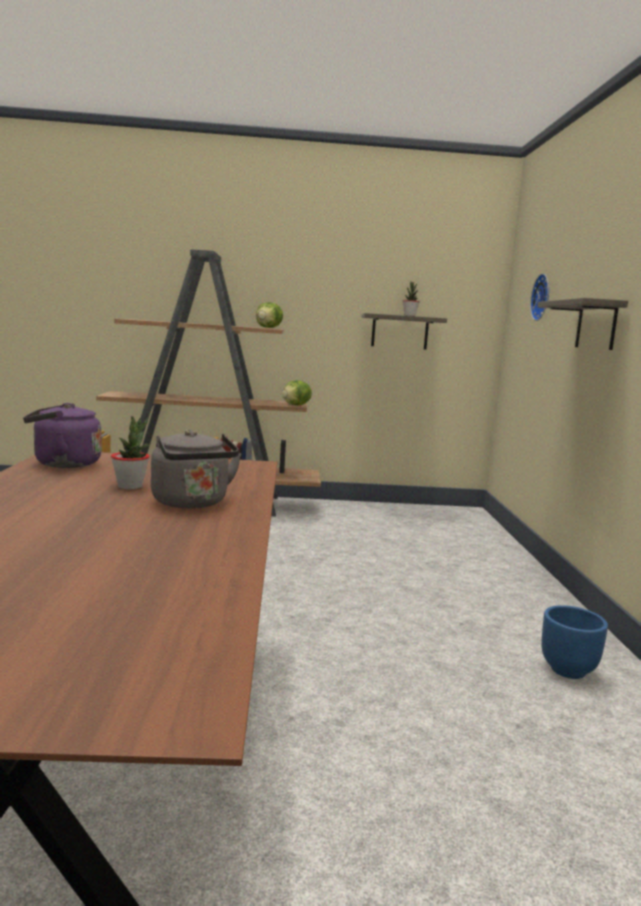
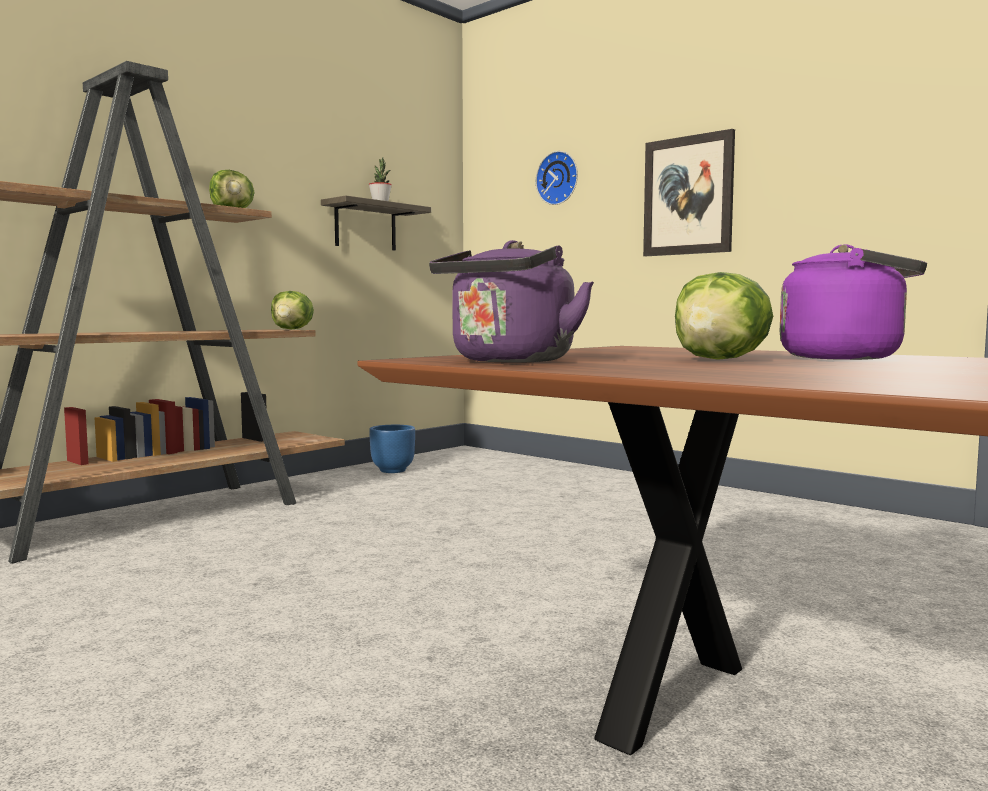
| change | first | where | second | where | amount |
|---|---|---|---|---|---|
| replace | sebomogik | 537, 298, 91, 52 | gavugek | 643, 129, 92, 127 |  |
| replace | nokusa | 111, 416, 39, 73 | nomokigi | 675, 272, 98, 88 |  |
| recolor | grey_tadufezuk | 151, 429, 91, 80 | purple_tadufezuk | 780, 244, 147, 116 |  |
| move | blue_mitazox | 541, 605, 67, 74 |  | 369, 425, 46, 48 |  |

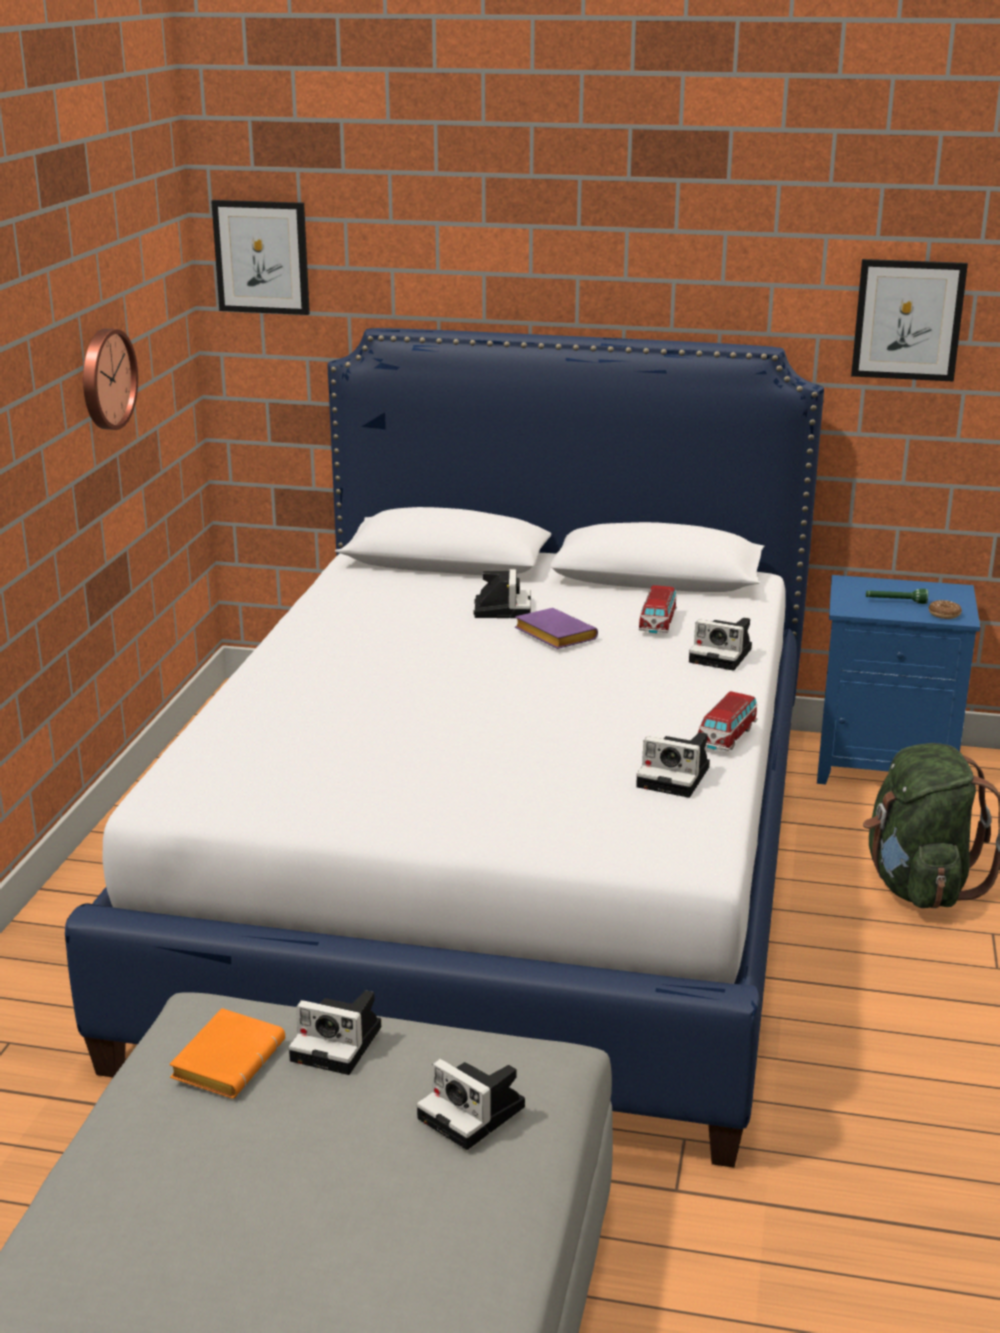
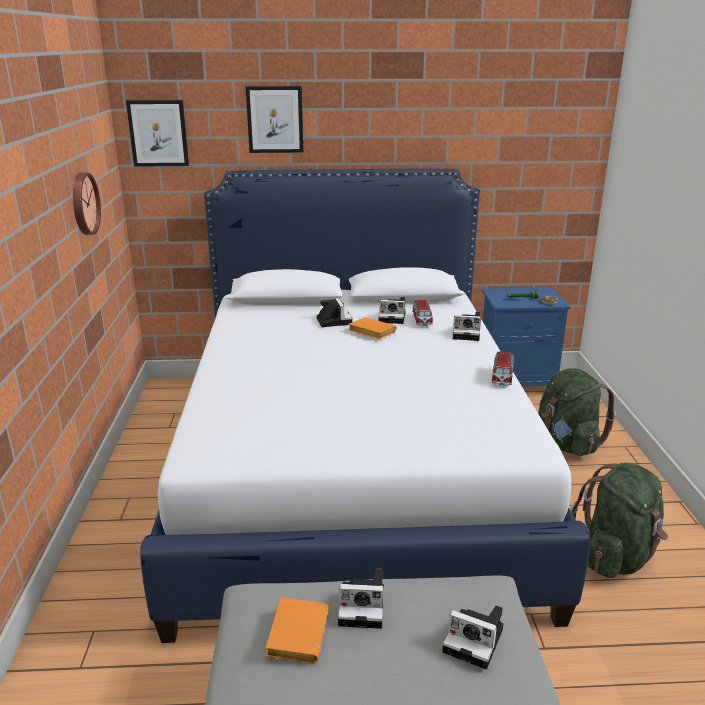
| change | first | where | second | where | amount |
|---|---|---|---|---|---|
| move | gavugek | 851, 259, 117, 123 |  | 246, 86, 57, 67 |  |
| recolor | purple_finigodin | 515, 608, 83, 41 | orange_finigodin | 349, 317, 47, 22 |  |
| move | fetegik | 636, 732, 74, 66 |  | 378, 297, 28, 27 |  |
| insert |  |  | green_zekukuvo | 570, 462, 98, 116 |  |

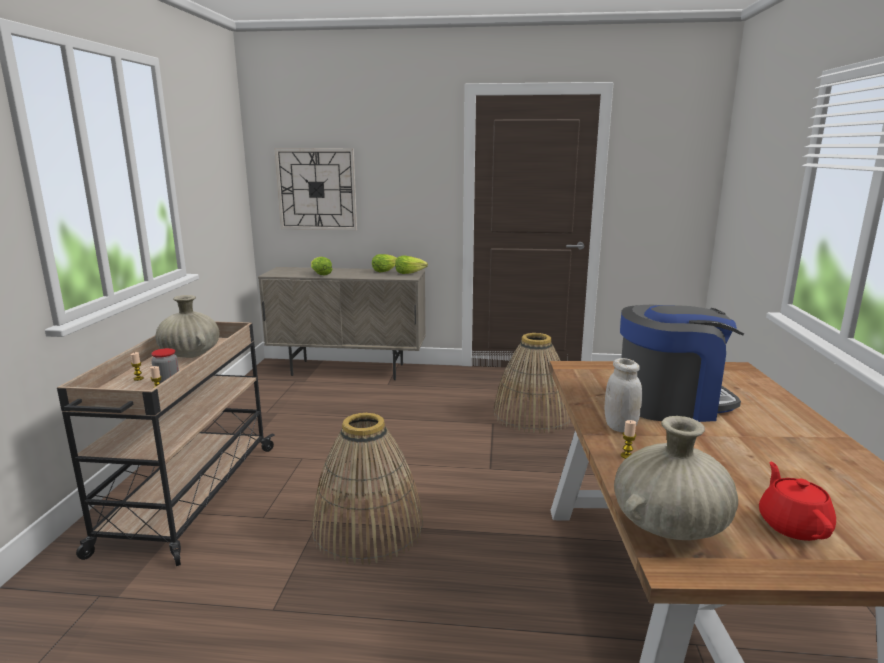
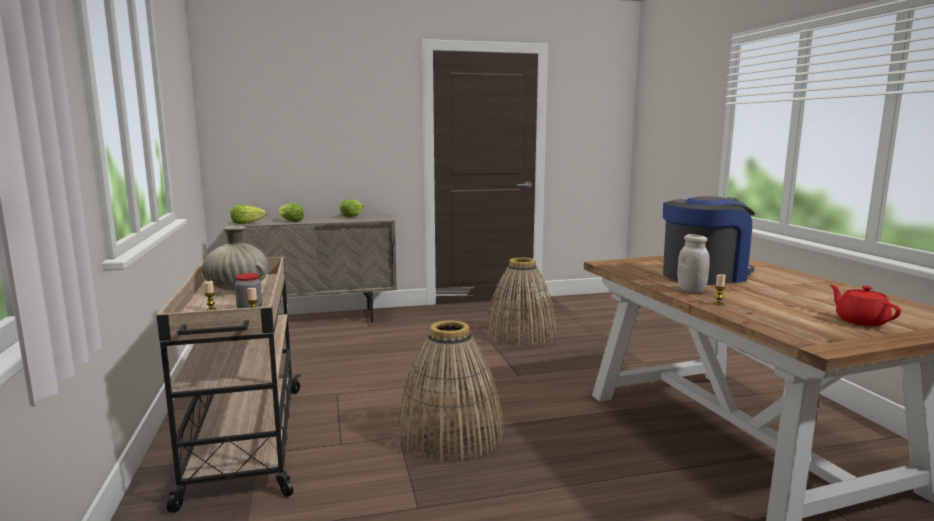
| change | first | where | second | where | amount |
|---|---|---|---|---|---|
| delete | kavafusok | 275, 149, 82, 81 |  |  |  |
| move | nomokigi | 395, 256, 33, 18 |  | 231, 205, 36, 19 |  |
| delete | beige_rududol | 614, 416, 124, 124 |  |  |  |

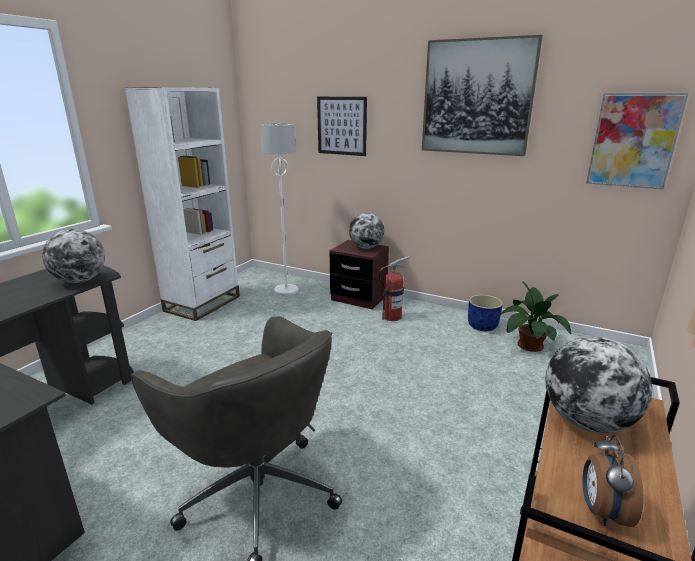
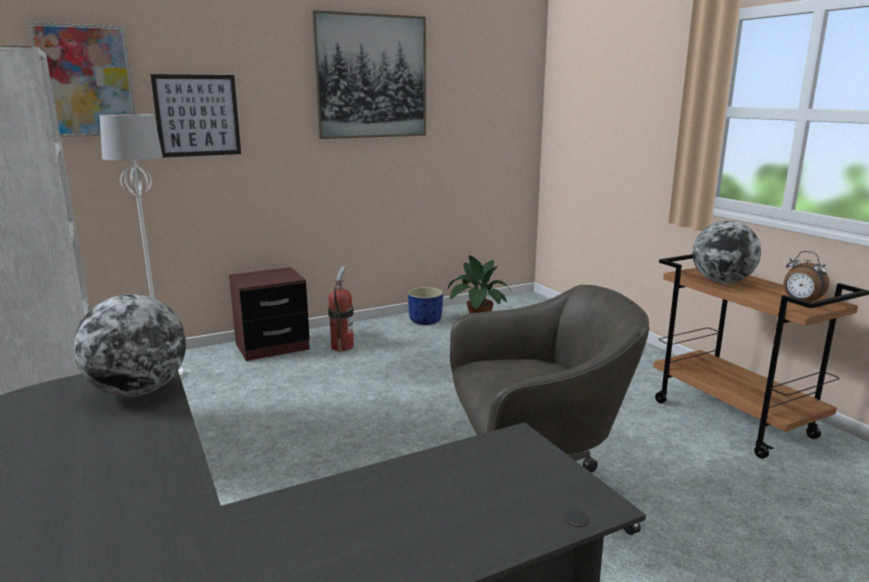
| change | first | where | second | where | amount |
|---|---|---|---|---|---|
| move | gavugek | 586, 93, 103, 96 |  | 27, 22, 108, 115 |  |
| delete | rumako | 349, 213, 35, 36 |  |  |  |

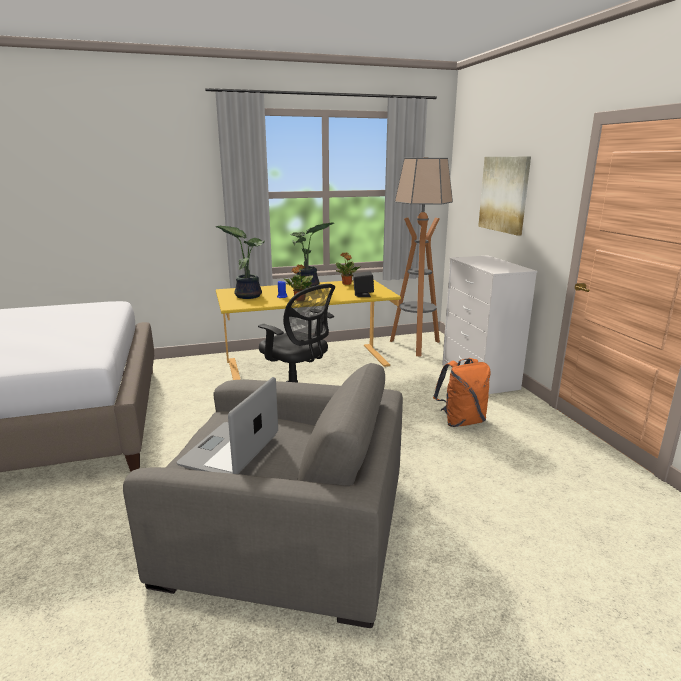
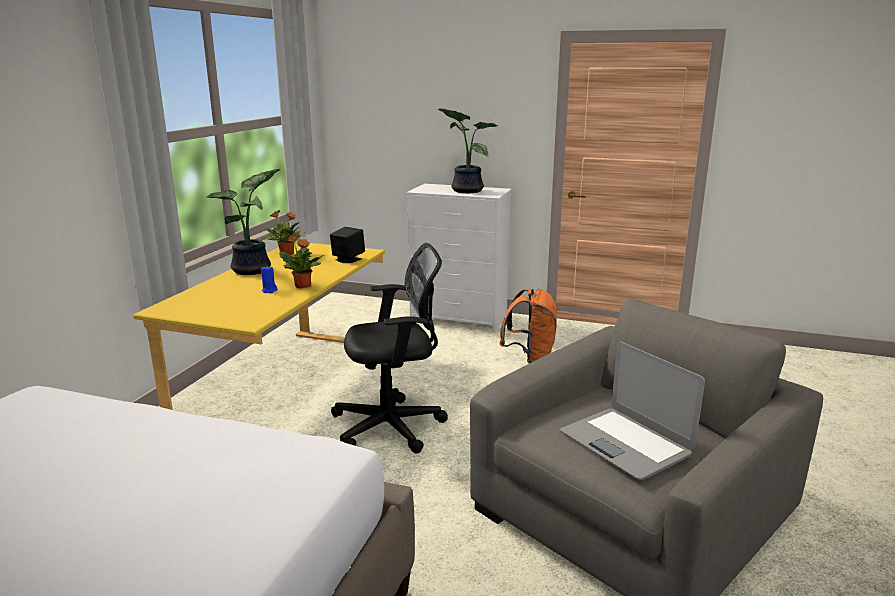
| change | first | where | second | where | amount |
|---|---|---|---|---|---|
| delete | gavugek | 478, 156, 53, 80 |  |  |  |
| delete | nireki | 390, 157, 63, 199 |  |  |  |
| move | nokusa | 216, 226, 49, 73 |  | 438, 108, 59, 85 |  |

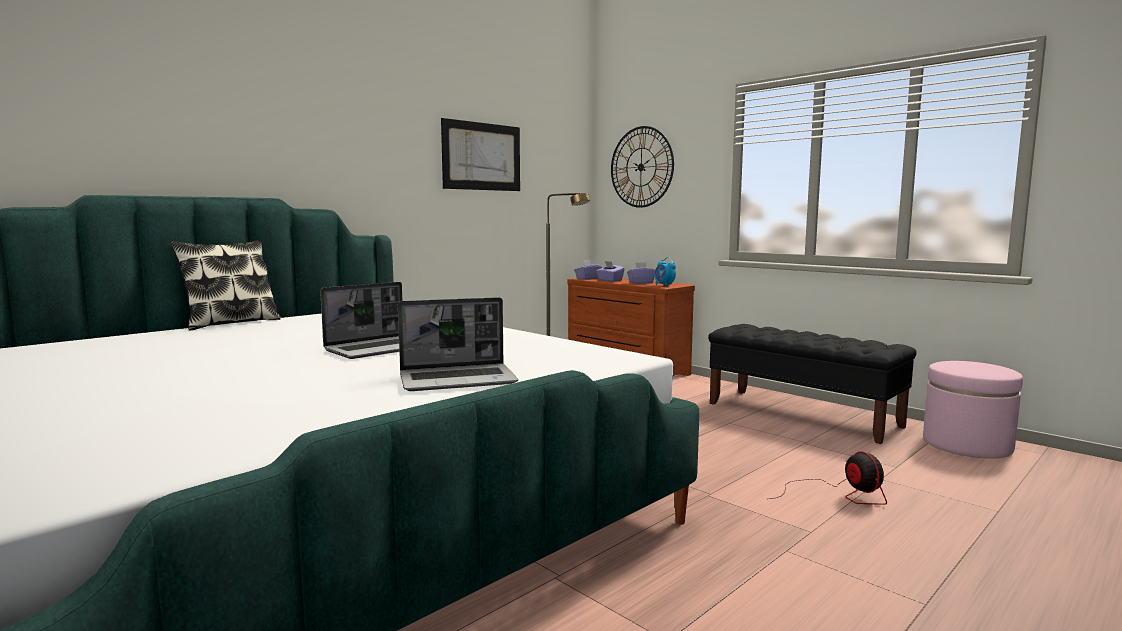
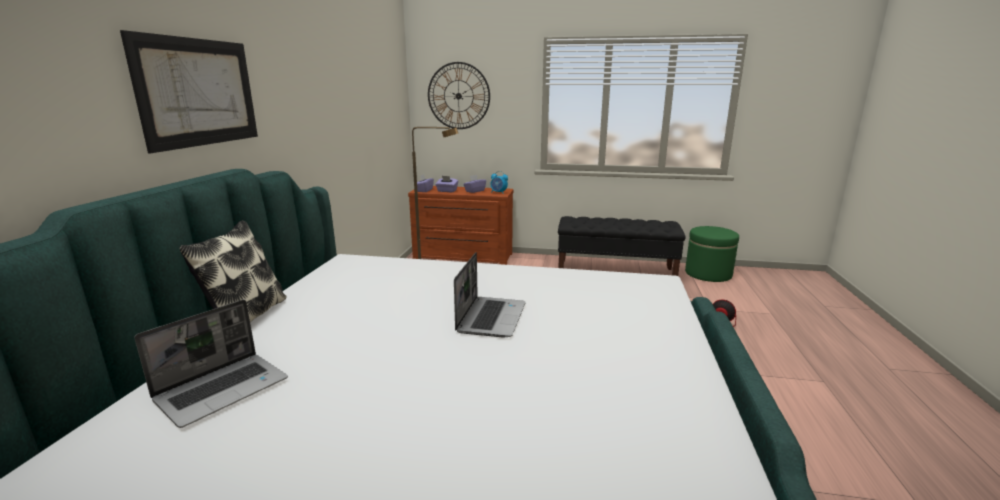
| change | first | where | second | where | amount |
|---|---|---|---|---|---|
| move | gavugek | 441, 118, 79, 73 |  | 120, 30, 138, 123 |  |
| move | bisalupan | 398, 297, 120, 94 |  | 134, 300, 154, 128 |  |
| recolor | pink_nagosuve | 923, 361, 100, 98 | green_nagosuve | 685, 226, 54, 56 |  |

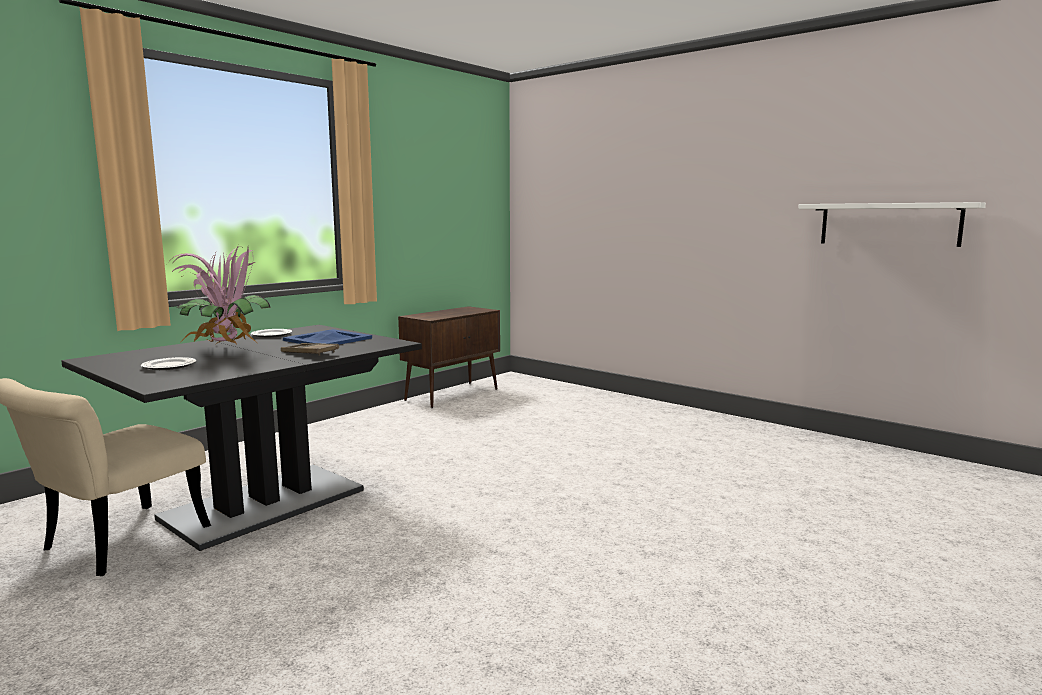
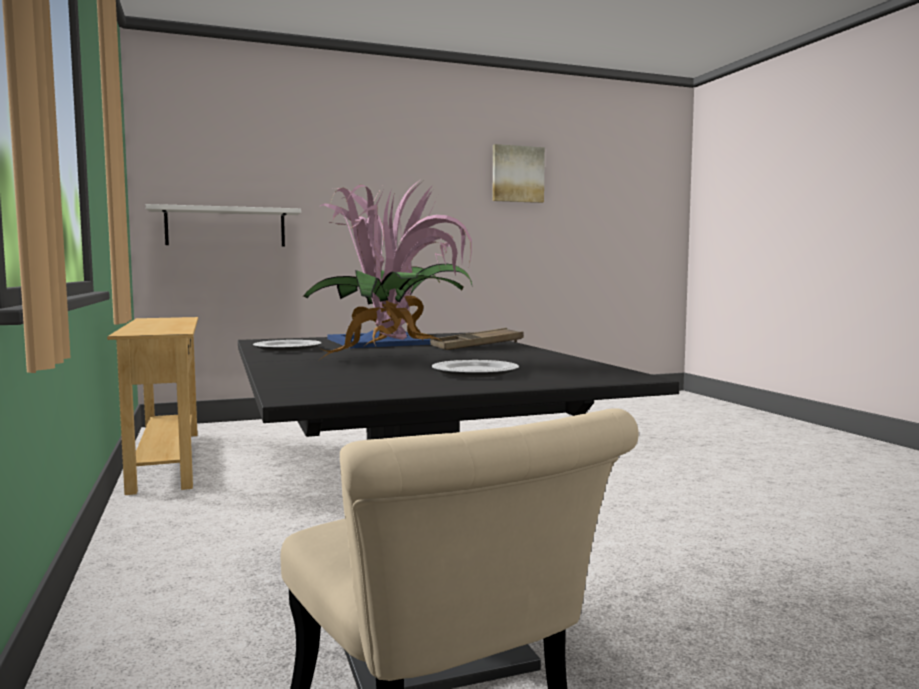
| change | first | where | second | where | amount |
|---|---|---|---|---|---|
| move | white_sebomogik | 798, 202, 188, 45 |  | 146, 204, 155, 43 |  |
| replace | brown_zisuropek | 398, 306, 102, 102 | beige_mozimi | 107, 317, 91, 178 |  |
| insert |  |  | gavugek | 493, 144, 52, 59 |  |

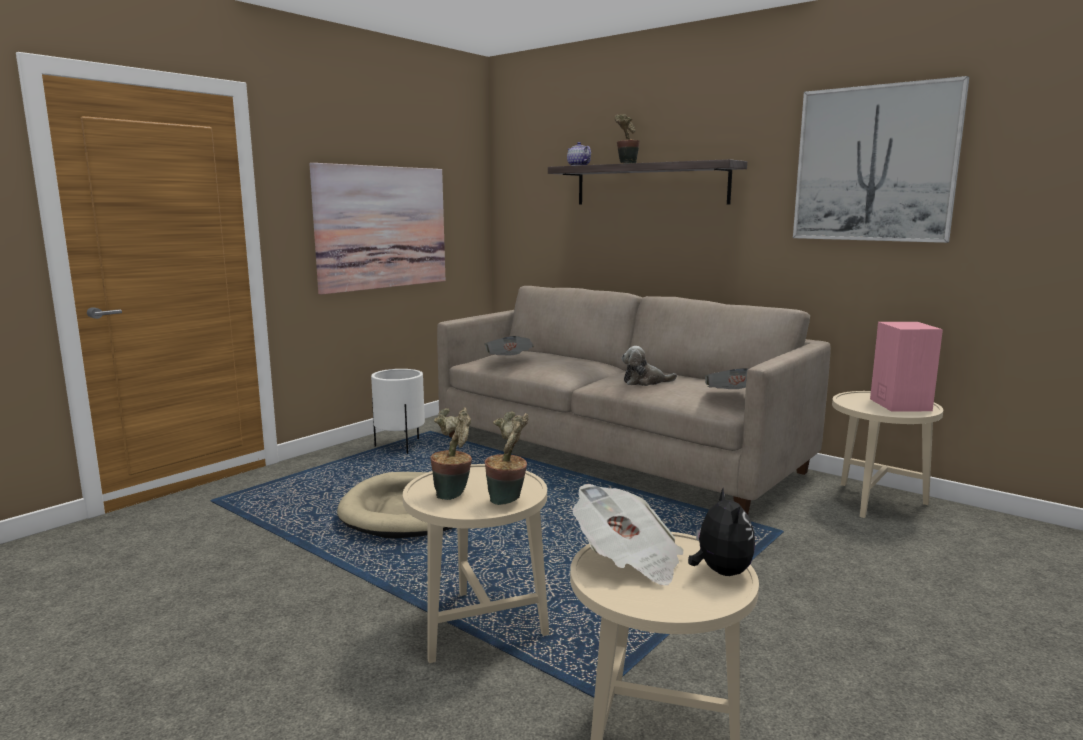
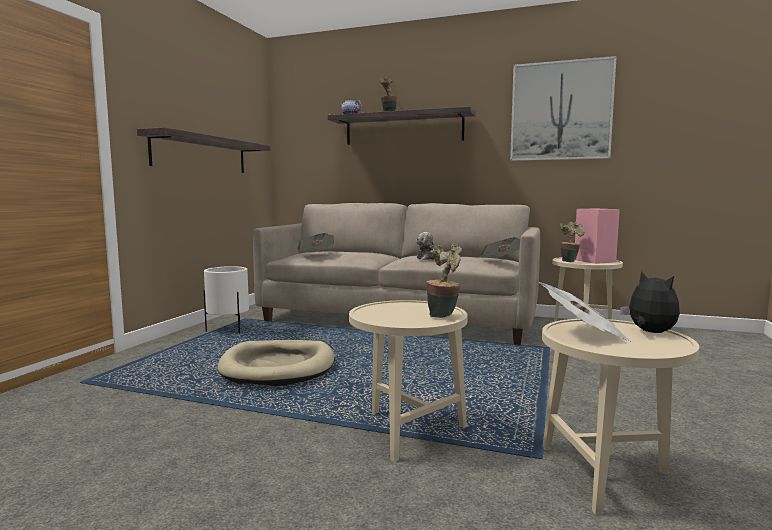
| change | first | where | second | where | amount |
|---|---|---|---|---|---|
| replace | gavugek | 310, 163, 135, 132 | sebomogik | 137, 127, 133, 46 |  |
| move | nokusa | 430, 407, 42, 93 |  | 560, 222, 25, 40 |  |

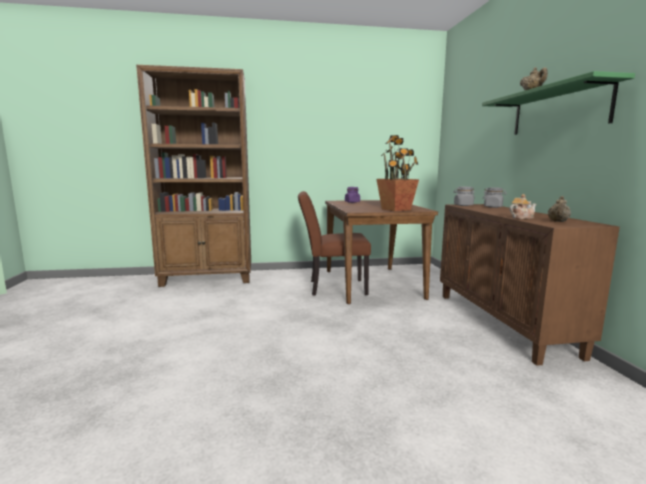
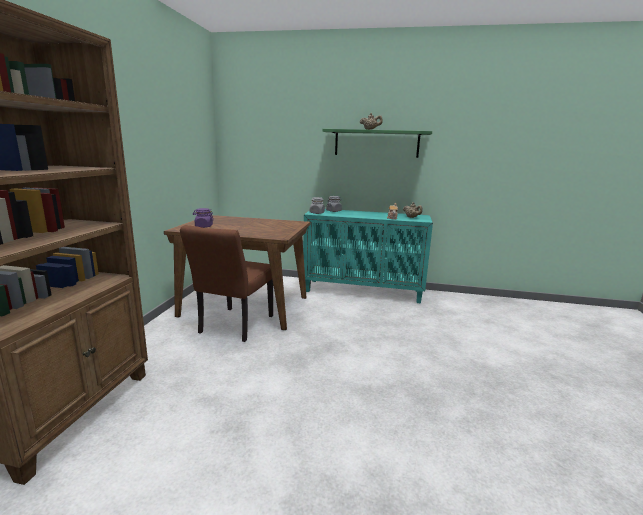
| change | first | where | second | where | amount |
|---|---|---|---|---|---|
| delete | nokusa | 377, 135, 42, 76 |  |  |  |
| recolor | brown_zisuropek | 440, 204, 180, 162 | turquoise_zisuropek | 303, 209, 130, 94 |  |

